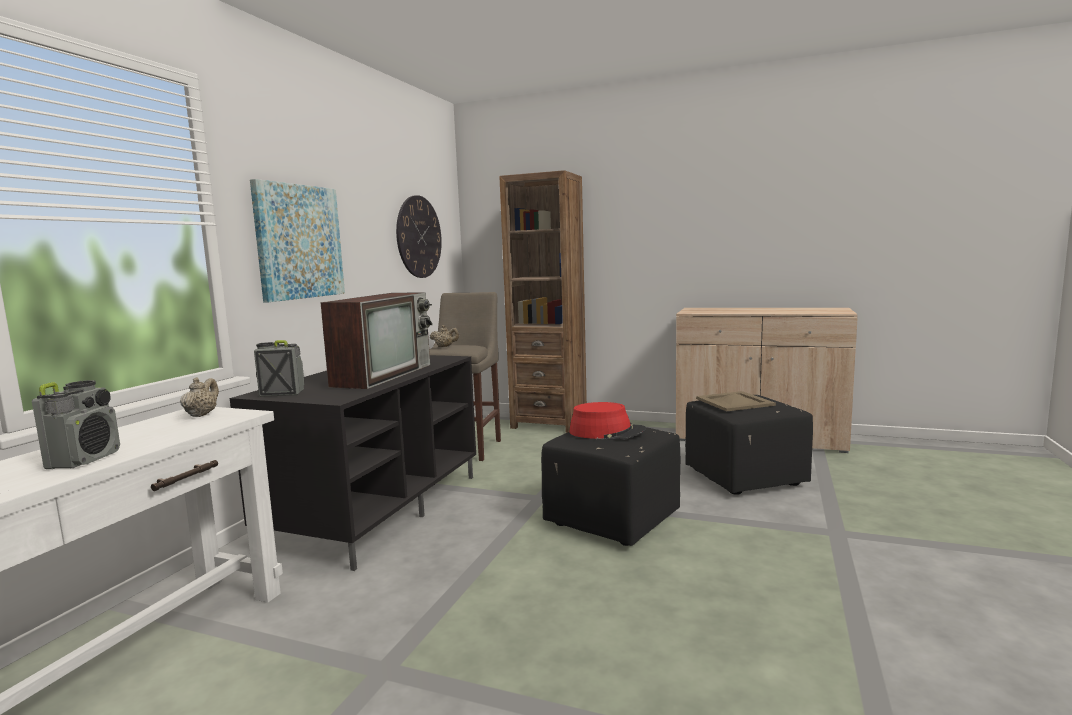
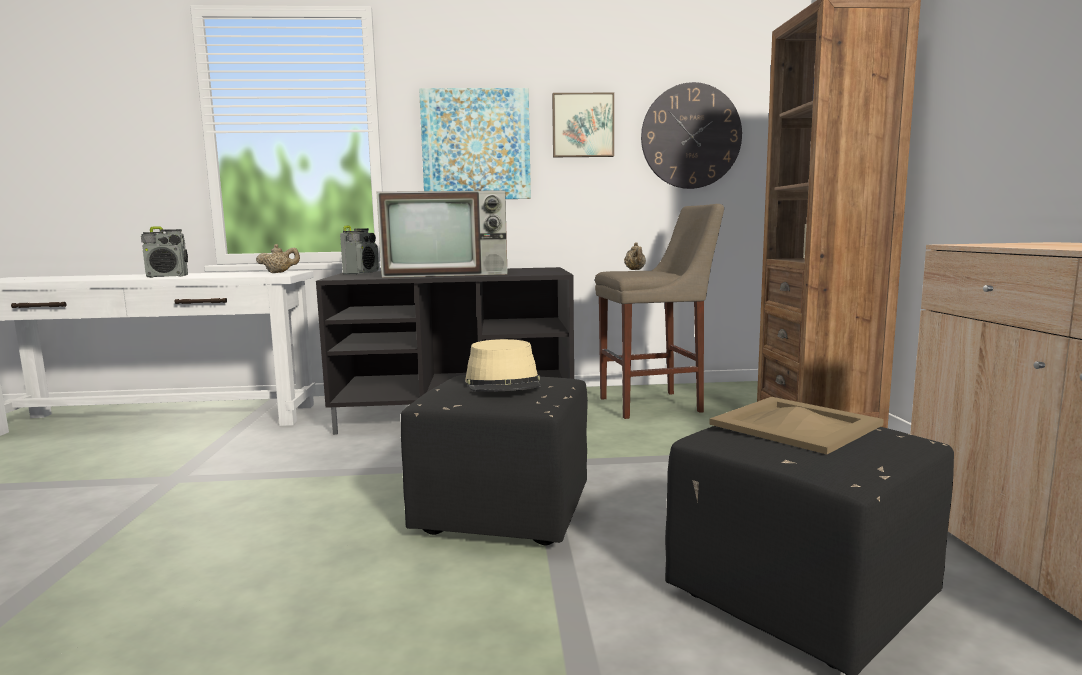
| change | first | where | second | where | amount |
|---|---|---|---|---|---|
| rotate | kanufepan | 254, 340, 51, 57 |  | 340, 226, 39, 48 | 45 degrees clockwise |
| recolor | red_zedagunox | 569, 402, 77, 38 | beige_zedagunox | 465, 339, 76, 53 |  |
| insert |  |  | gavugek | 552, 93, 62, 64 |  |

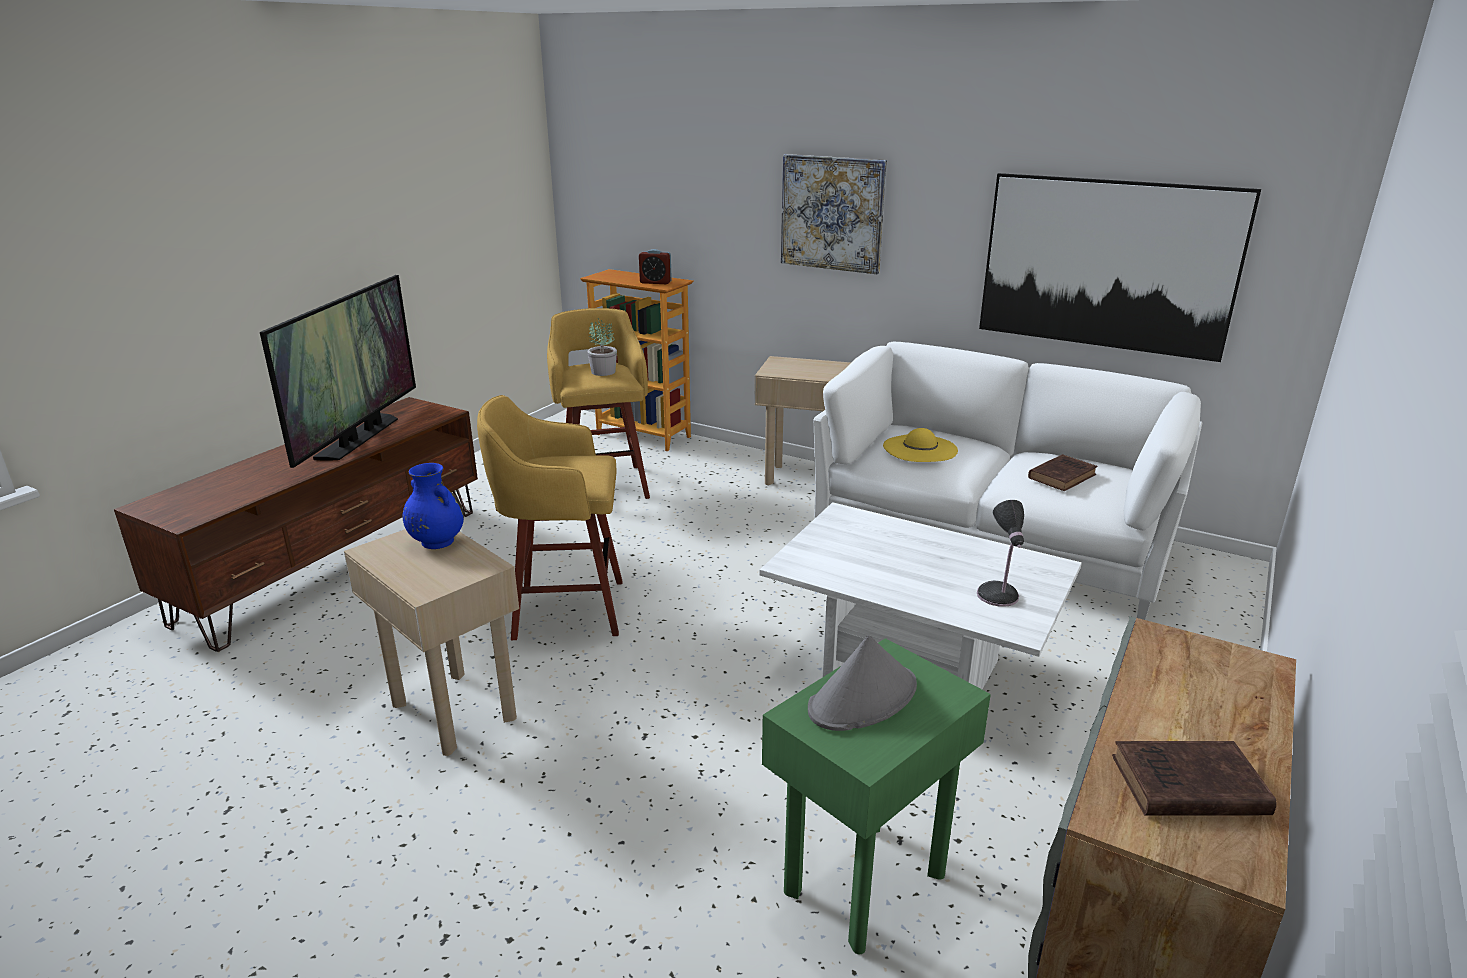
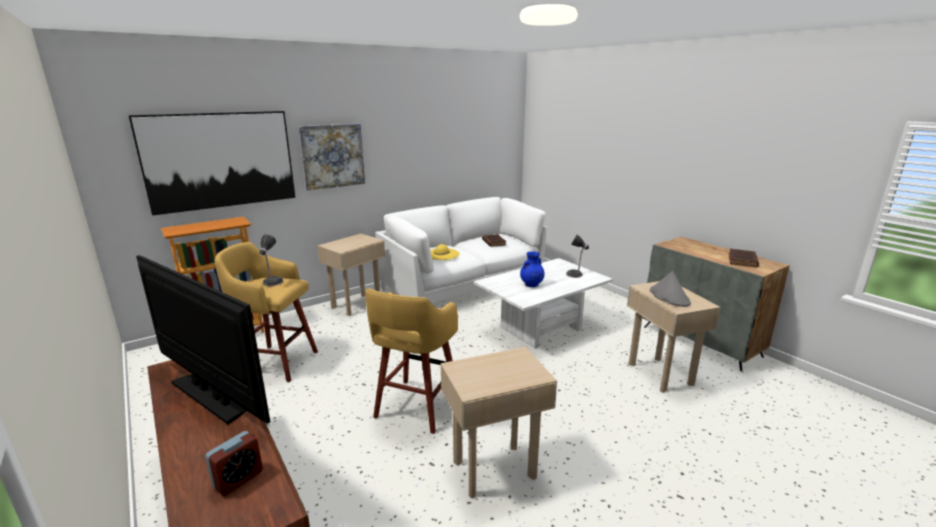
| change | first | where | second | where | amount |
|---|---|---|---|---|---|
| move | gavugek | 979, 173, 282, 189 |  | 128, 111, 167, 105 |  |
| move | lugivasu | 639, 249, 33, 35 |  | 205, 431, 58, 65 |  |
| replace | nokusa | 587, 318, 30, 58 | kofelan | 259, 234, 24, 52 |  |
| move | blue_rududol | 403, 463, 61, 86 |  | 520, 252, 24, 35 |  |
| recolor | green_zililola | 762, 638, 229, 316 | beige_zililola | 627, 281, 94, 112 |  |

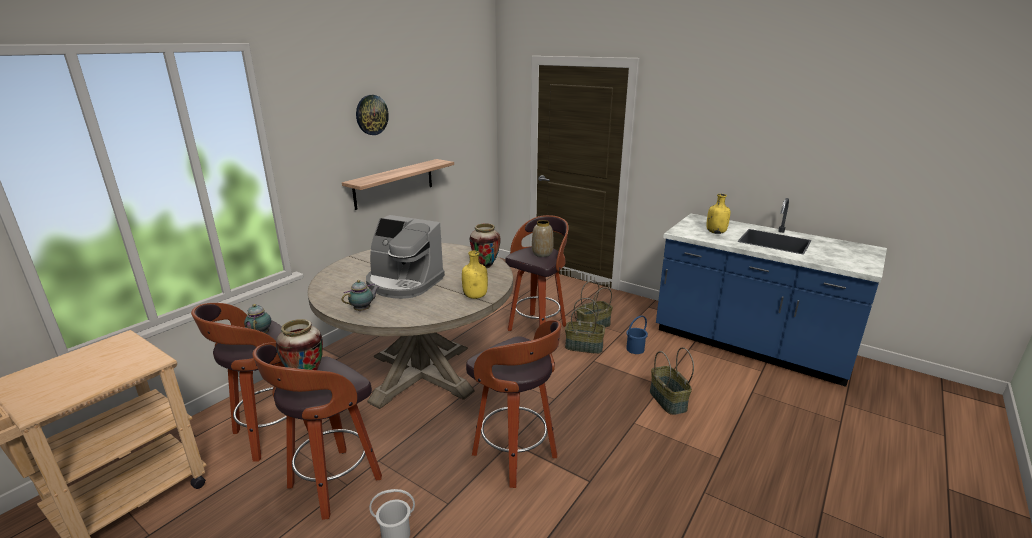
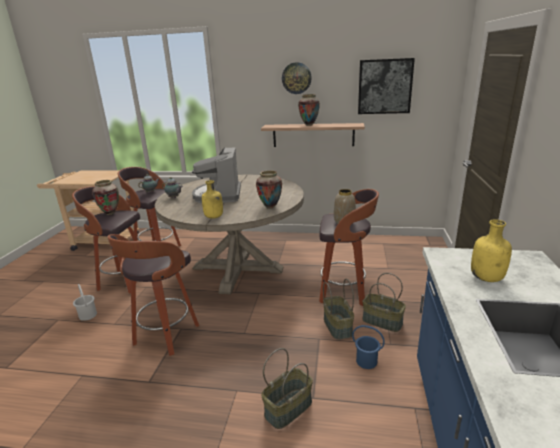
| change | first | where | second | where | amount |
|---|---|---|---|---|---|
| insert |  |  | gavugek | 358, 58, 57, 56 |  |
| insert |  |  | rududol | 298, 94, 22, 32 |  |

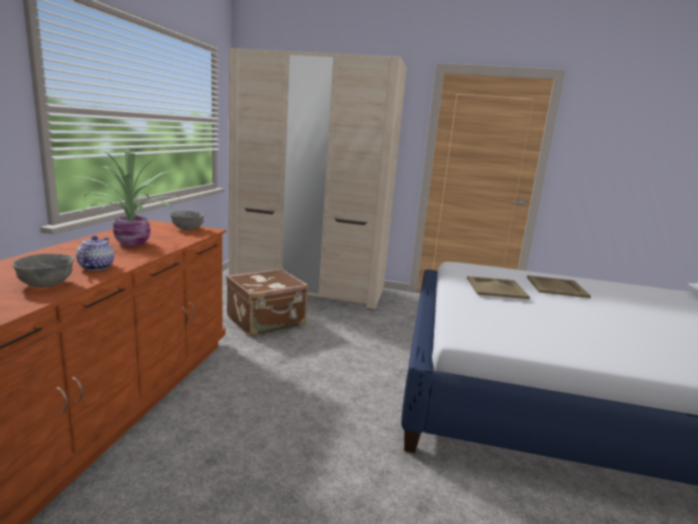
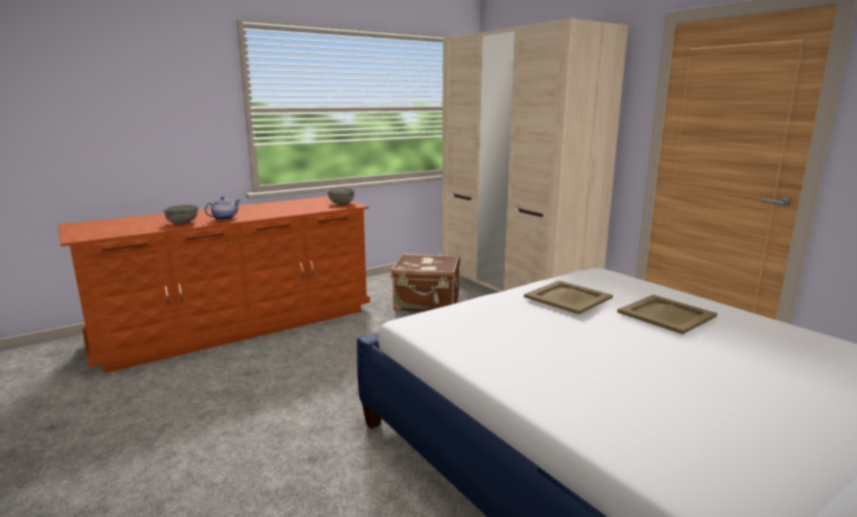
| change | first | where | second | where | amount |
|---|---|---|---|---|---|
| delete | nokusa | 77, 149, 105, 97 |  |  |  |

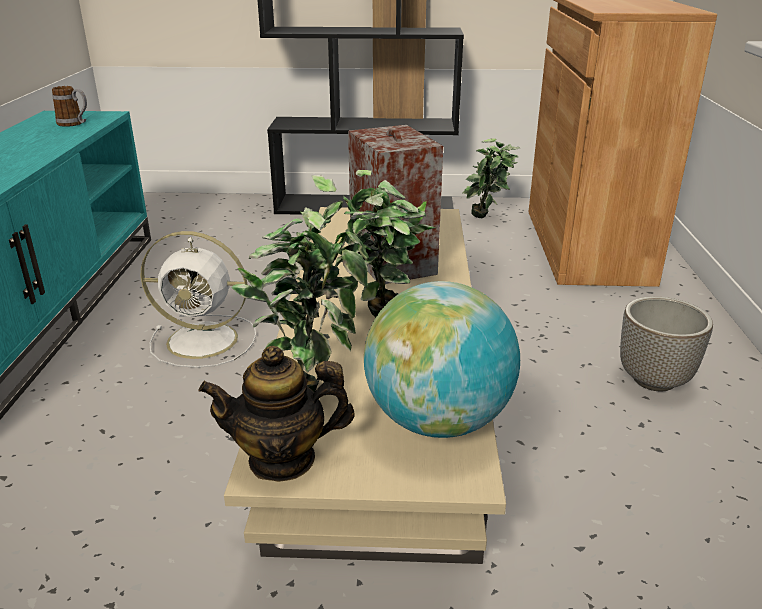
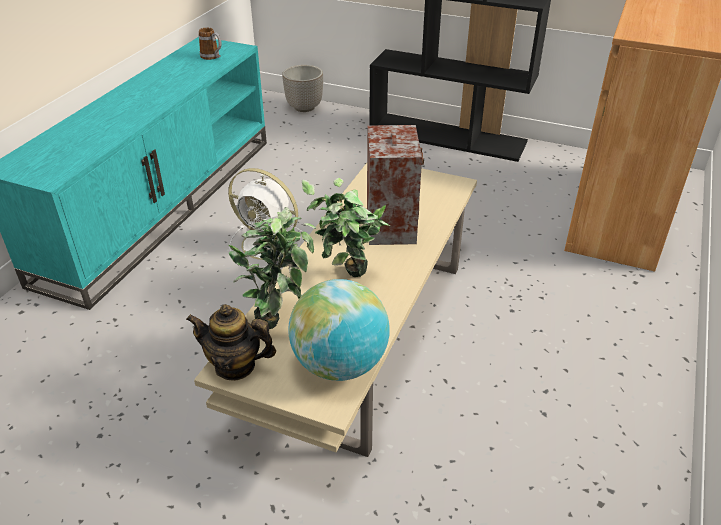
| change | first | where | second | where | amount |
|---|---|---|---|---|---|
| delete | nokusa | 462, 138, 58, 80 |  |  |  |
| move | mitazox | 620, 297, 93, 94 |  | 282, 65, 41, 47 |  |

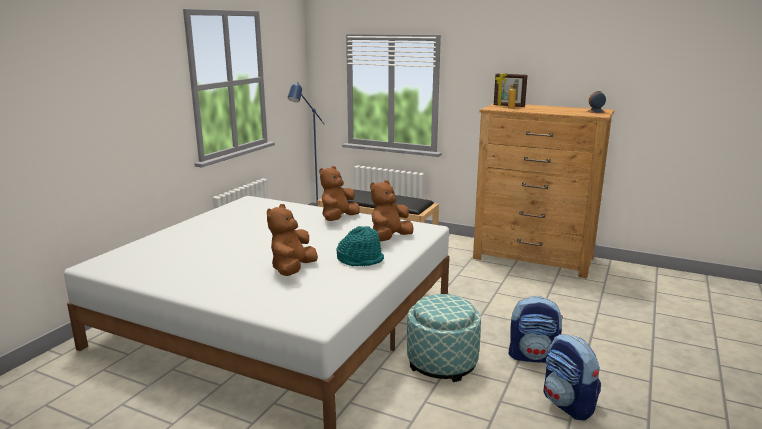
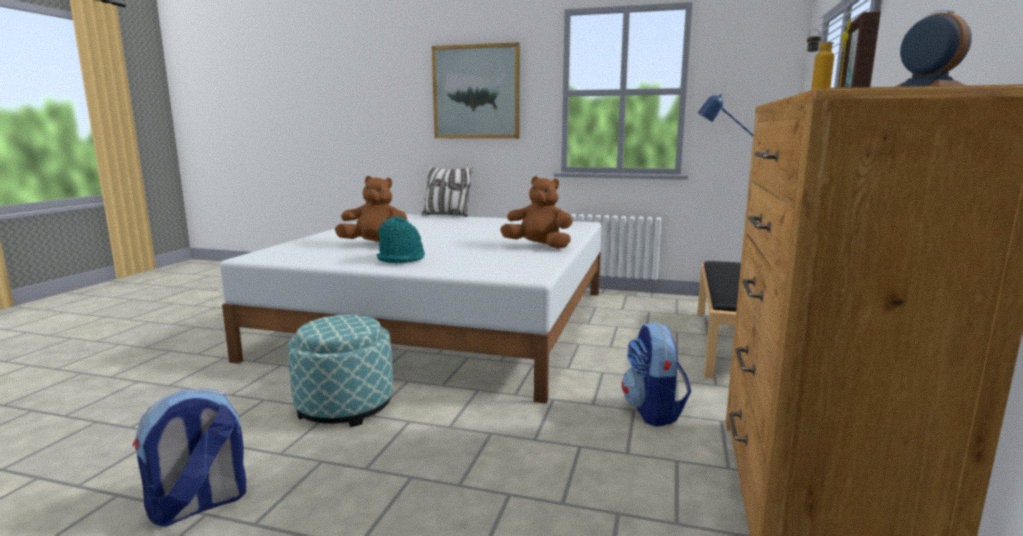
| change | first | where | second | where | amount |
|---|---|---|---|---|---|
| delete | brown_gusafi | 370, 180, 44, 62 |  |  |  |
| move | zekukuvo | 509, 296, 54, 67 |  | 622, 322, 69, 105 |  |
| insert |  |  | gavugek | 432, 42, 88, 97 |  |
| insert |  |  | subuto | 421, 166, 52, 51 |  |

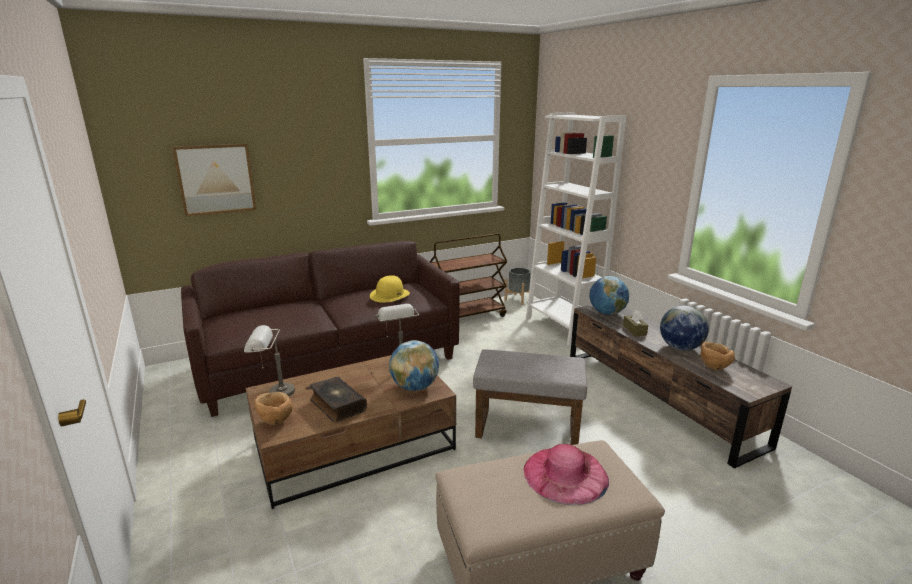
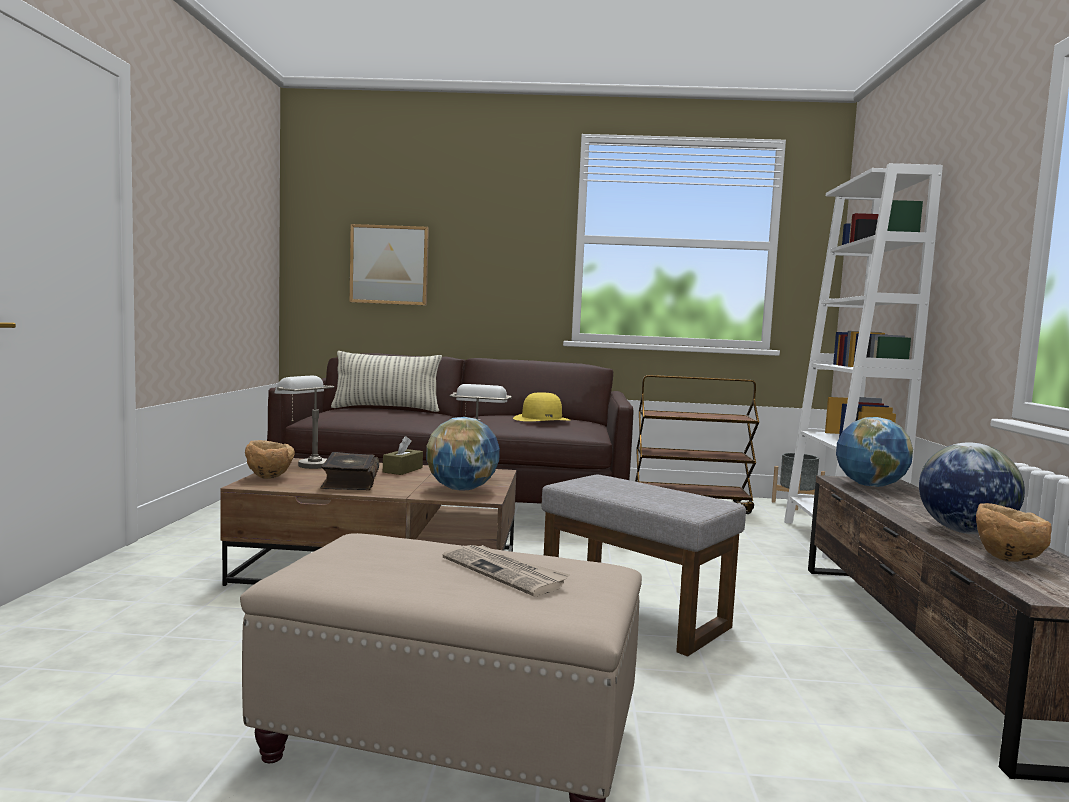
| change | first | where | second | where | amount |
|---|---|---|---|---|---|
| move | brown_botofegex | 623, 310, 25, 26 |  | 383, 436, 40, 39 |  |
| replace | pink_zedagunox | 524, 444, 85, 61 | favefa | 443, 545, 127, 52 |  |
| insert |  |  | subuto | 331, 351, 111, 61 |  |

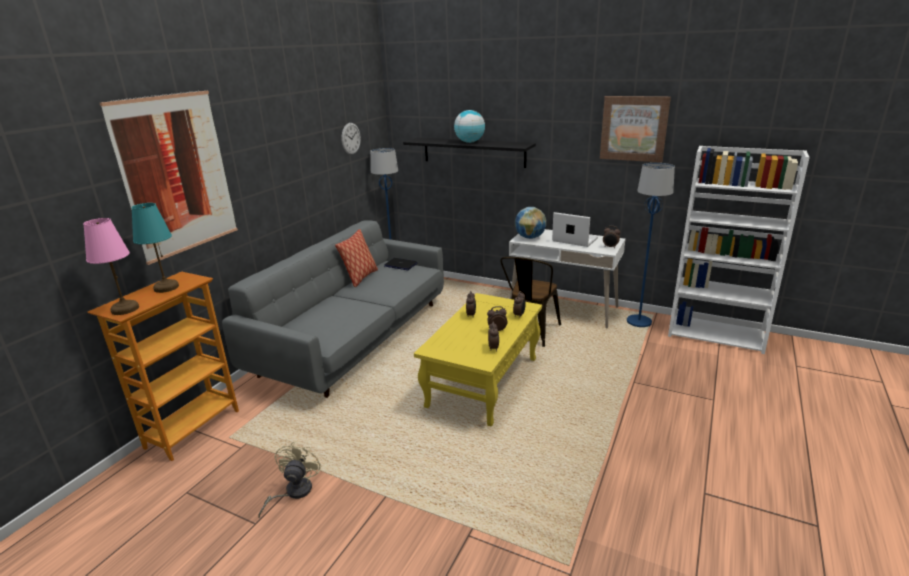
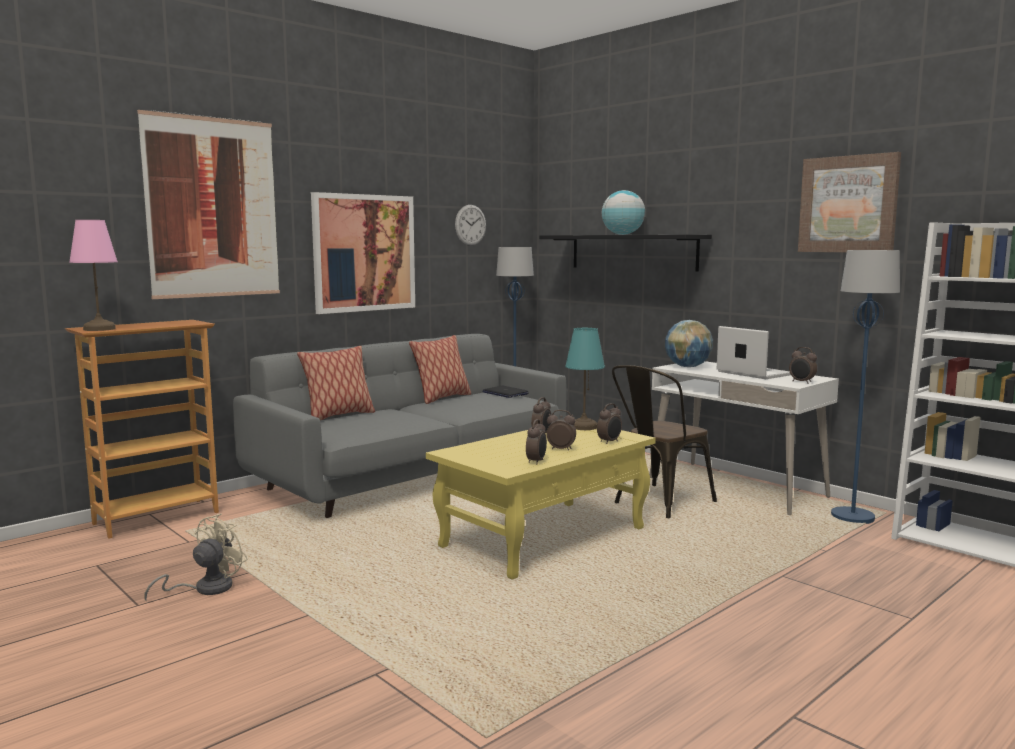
| change | first | where | second | where | amount |
|---|---|---|---|---|---|
| move | turquoise_kofelan | 131, 203, 48, 90 |  | 565, 328, 40, 102 |  |
| insert |  |  | gavugek | 311, 192, 104, 122 |  |
| insert |  |  | subuto | 297, 346, 78, 74 |  |

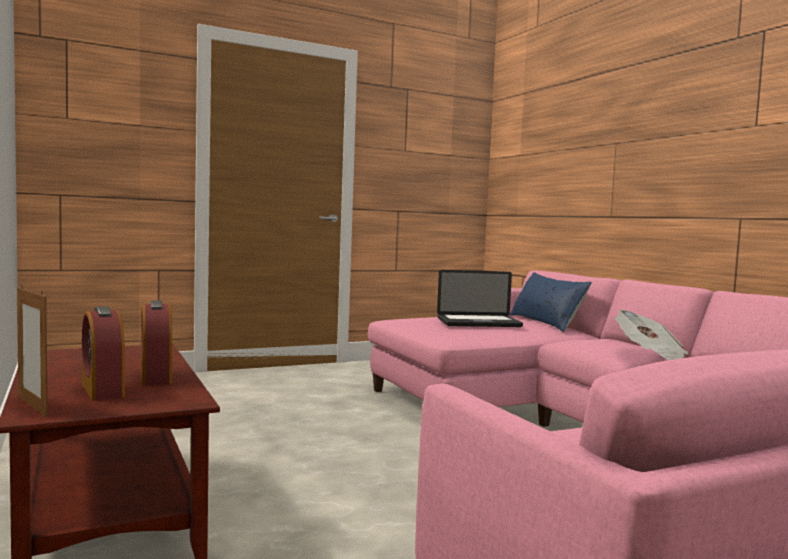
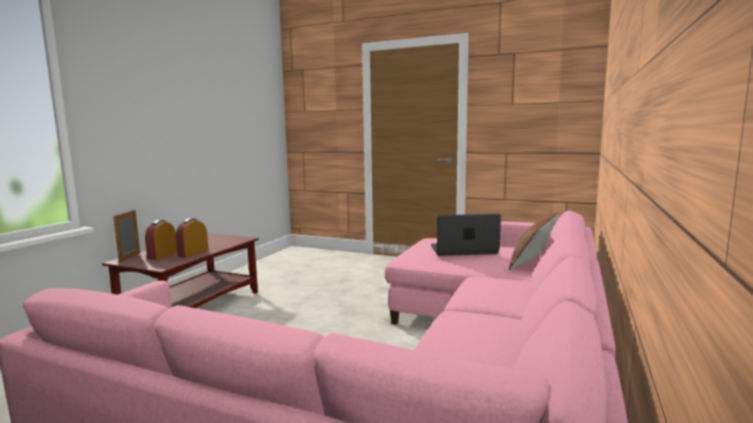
| change | first | where | second | where | amount |
|---|---|---|---|---|---|
| rotate | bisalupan | 437, 270, 86, 57 |  | 431, 214, 70, 42 | 135 degrees clockwise |
| recolor | blue_subuto | 510, 272, 82, 60 | brown_subuto | 509, 213, 50, 57 |  |
| delete | favefa | 615, 310, 73, 50 |  |  |  |

